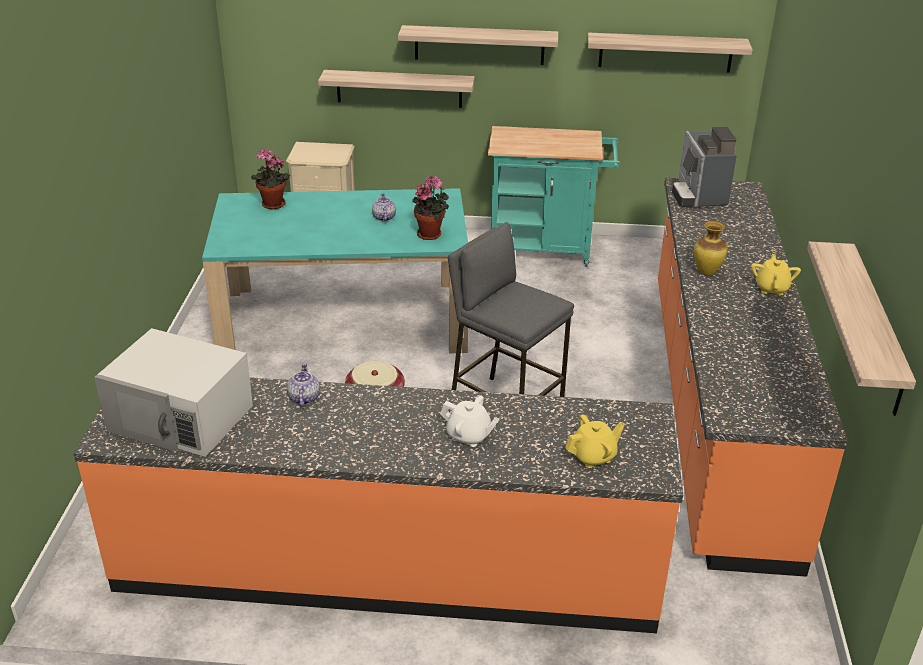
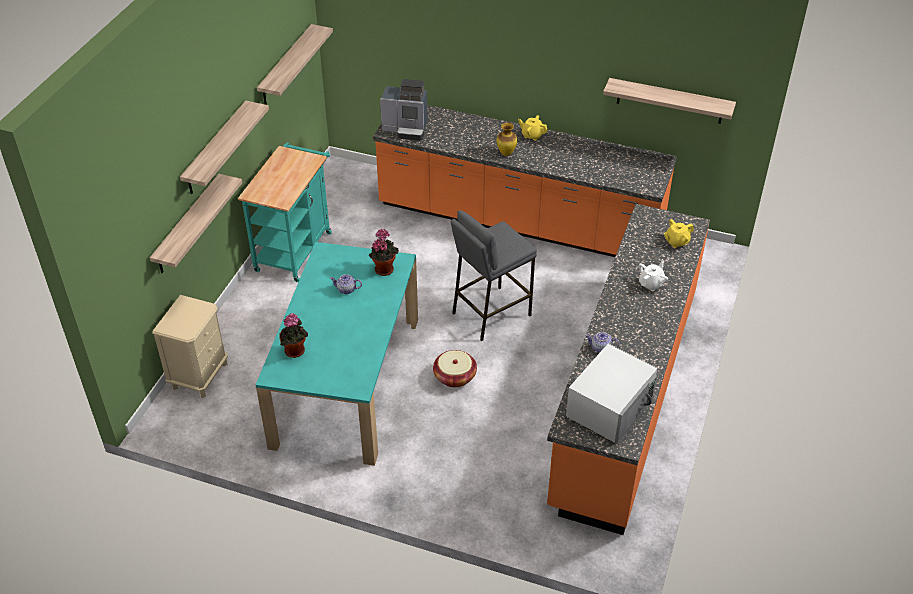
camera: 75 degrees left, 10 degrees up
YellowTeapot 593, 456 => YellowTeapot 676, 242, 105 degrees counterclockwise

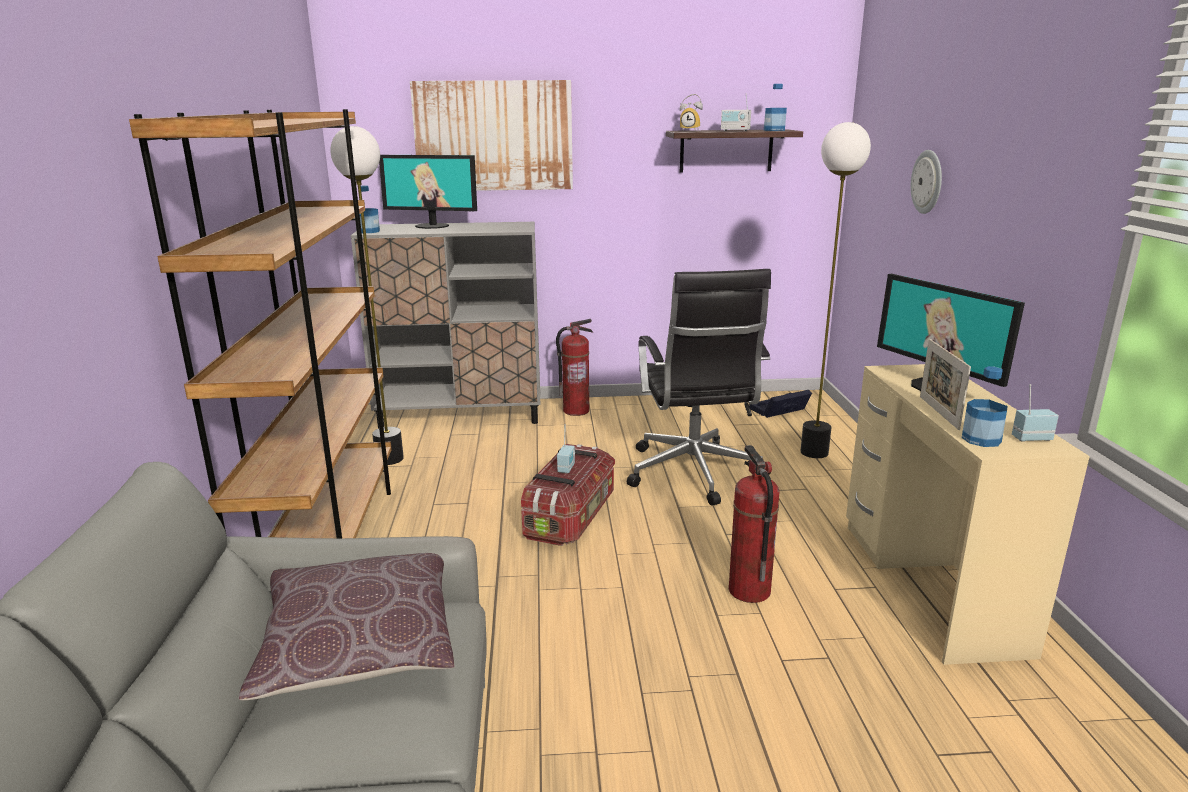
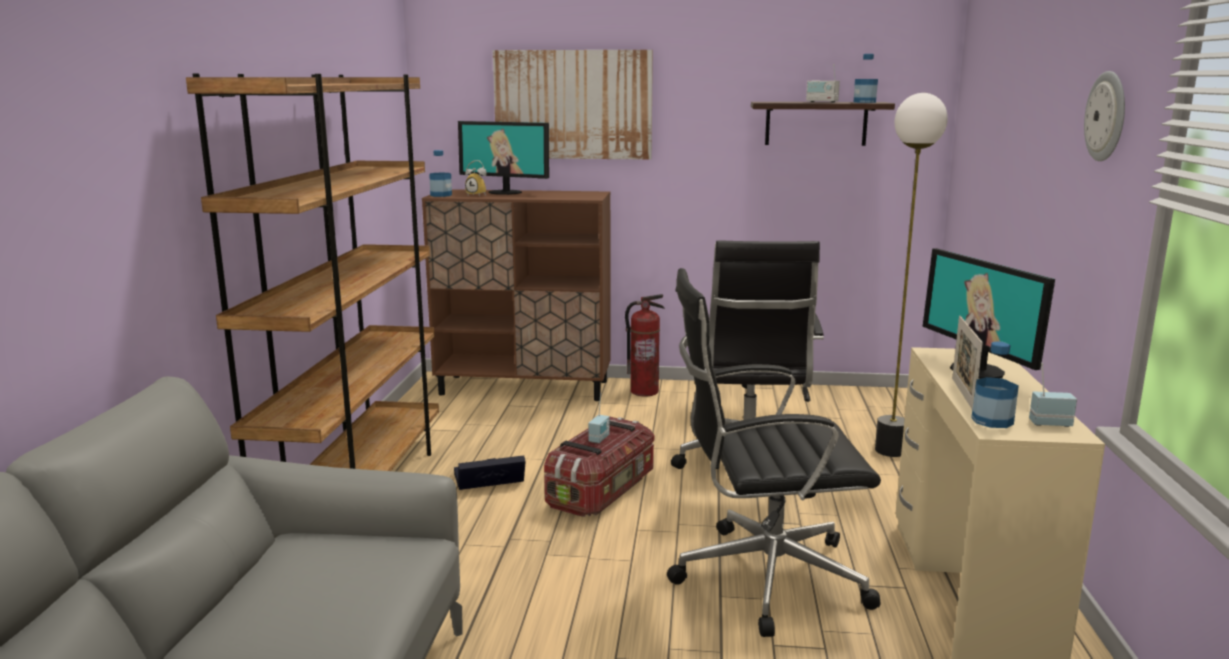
camera: 10 degrees right, 5 degrees down
BrownPillow 359, 644 => nothing
FloorLamp 389, 458 => nothing
GreyCabinet 461, 415 => BrownCabinet 525, 388
AlarmClock 690, 130 => AlarmClock 478, 195, move
FireExtinguisher 749, 591 => BlackOfficeChair 764, 577
BlackStorageBox 778, 411 => BlackStorageBox 487, 481, move
WallClock 928, 182 => WallClock 1107, 116, move

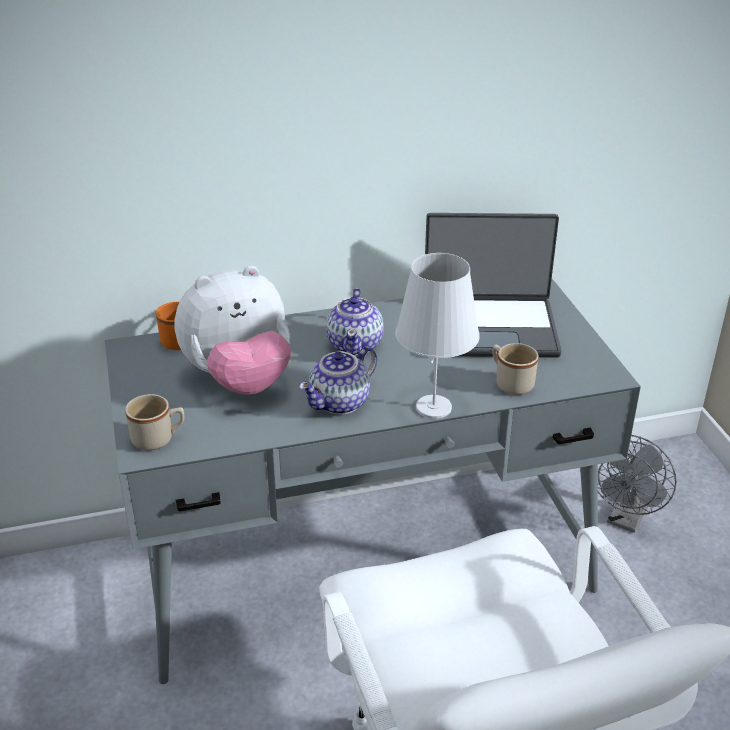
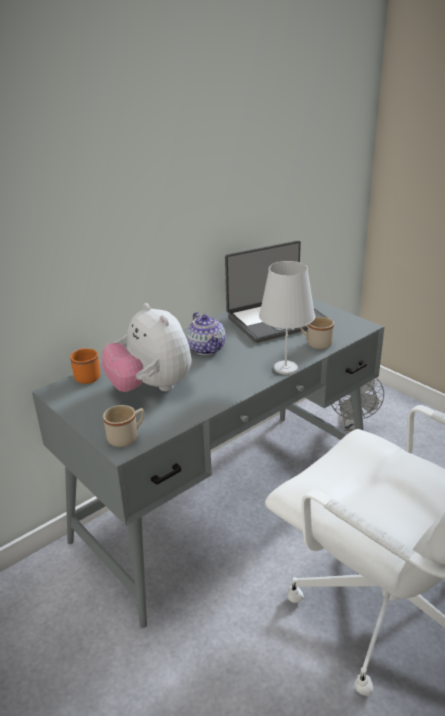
camera: 25 degrees left, 5 degrees down
PlushToy 240, 380 => PlushToy 151, 388, 105 degrees clockwise
Teapot 340, 403 => nothing

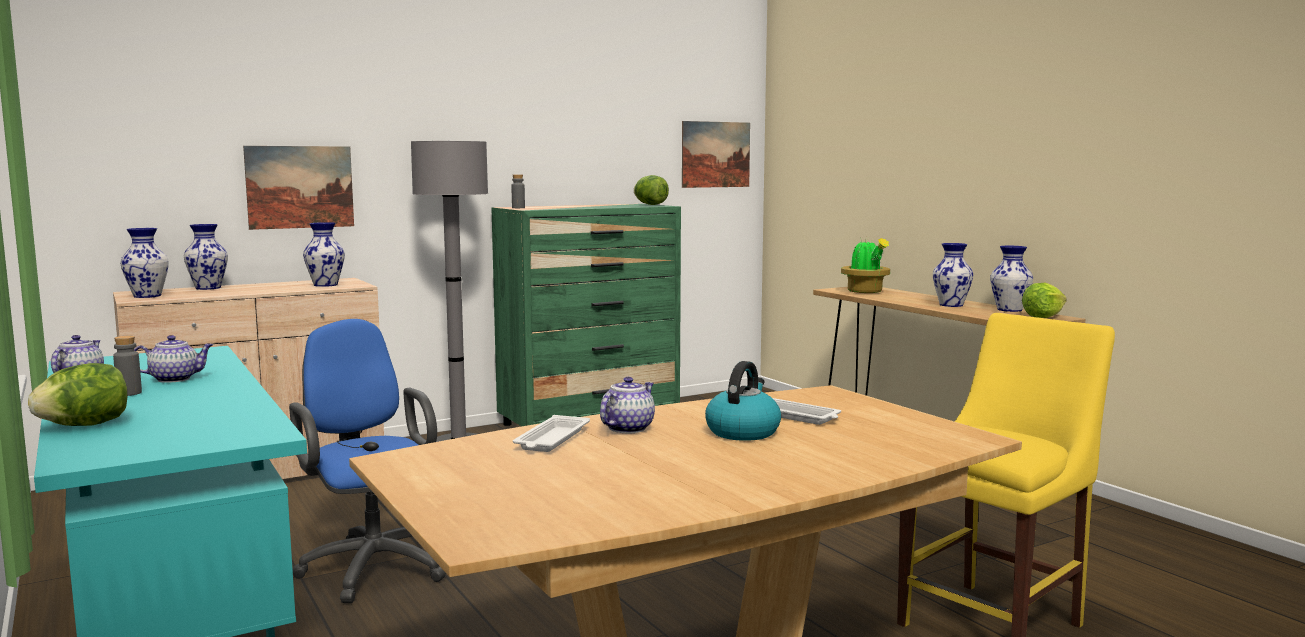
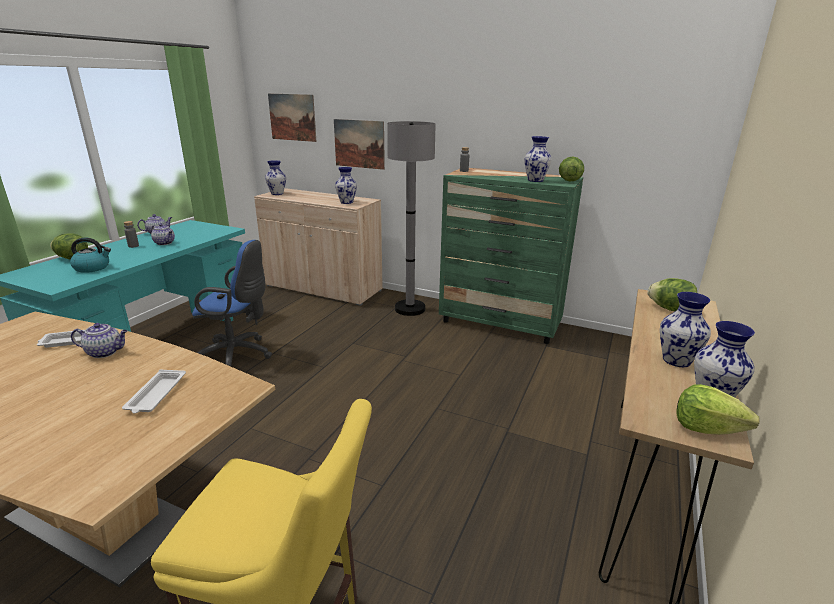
camera: 55 degrees right, 15 degrees up
Vase 209, 288 => Vase 535, 180, move
BlueOfficeChair 372, 565 => BlueOfficeChair 238, 355, 75 degrees clockwise
Picture 715, 154 => Picture 292, 117, move
Kettle 743, 431 => Kettle 93, 268, move
PottedPlant 866, 292 => Lettuce 670, 309

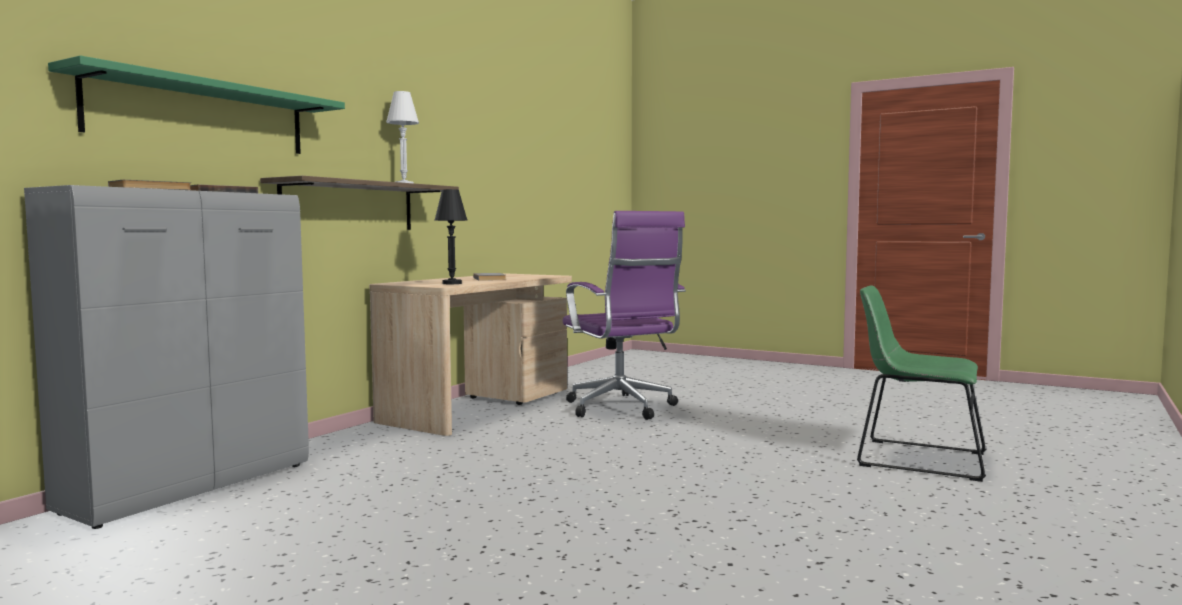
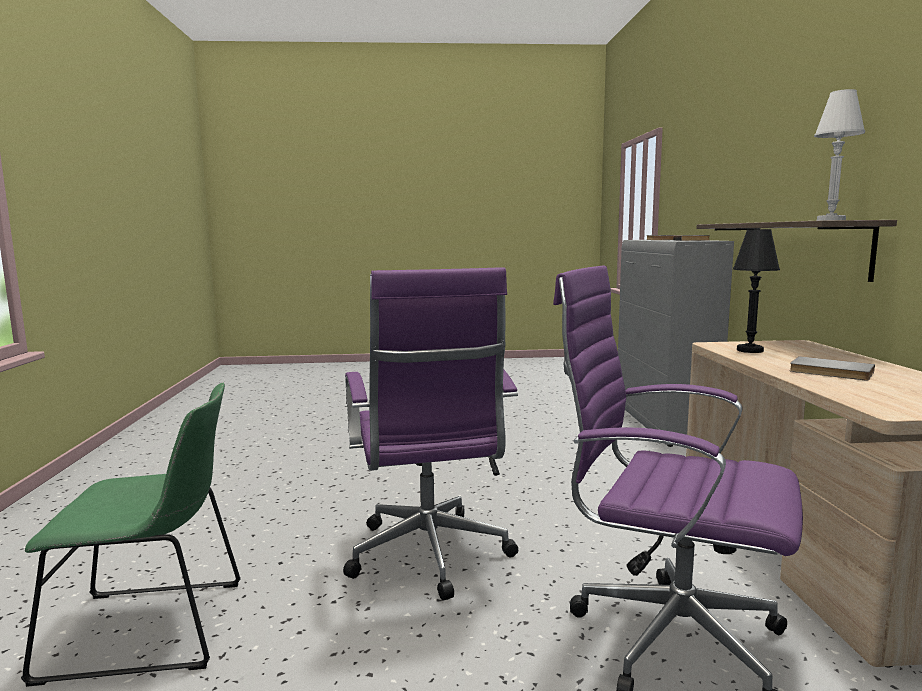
camera: 145 degrees right, 5 degrees up
GreenShelf 201, 116 => nothing
nothing => PurpleOfficeChair 430, 558

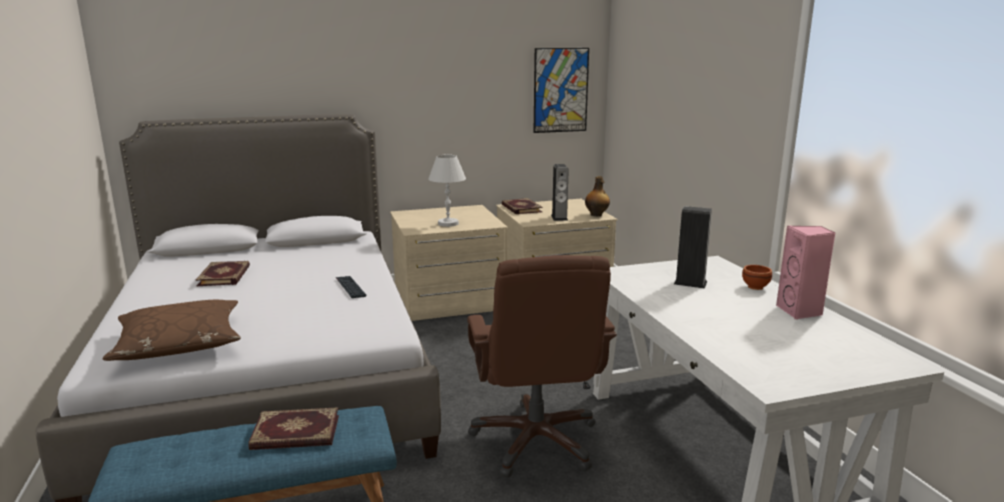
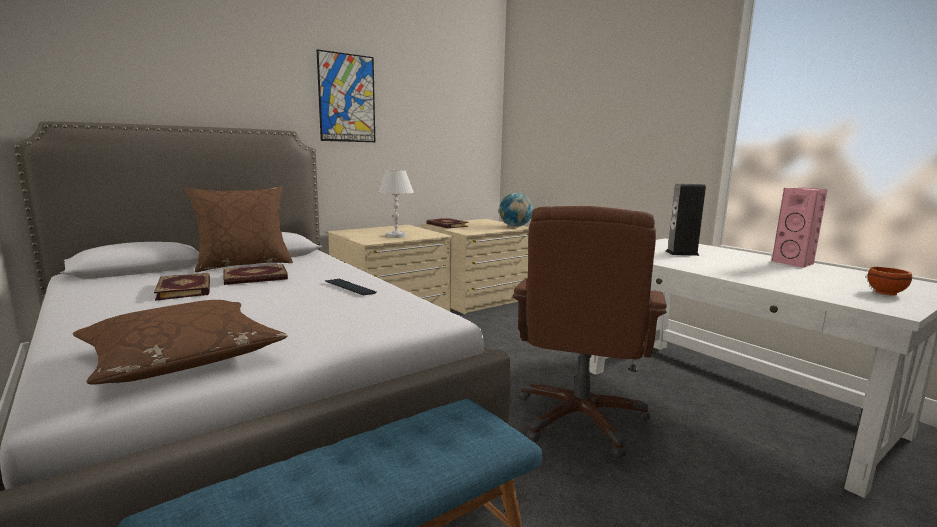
camera: 20 degrees left, 5 degrees down
Book 295, 433 => Book 255, 278, move
BrownOfficeChair 536, 441 => BrownOfficeChair 580, 419, 45 degrees clockwise
Picture 560, 90 => Picture 347, 98, move
Speaker 559, 217 => nothing
Bottle 596, 215 => Globe 515, 226
BrownBowl 754, 287 => BrownBowl 884, 292, move
nothing => BrownPillow 244, 264

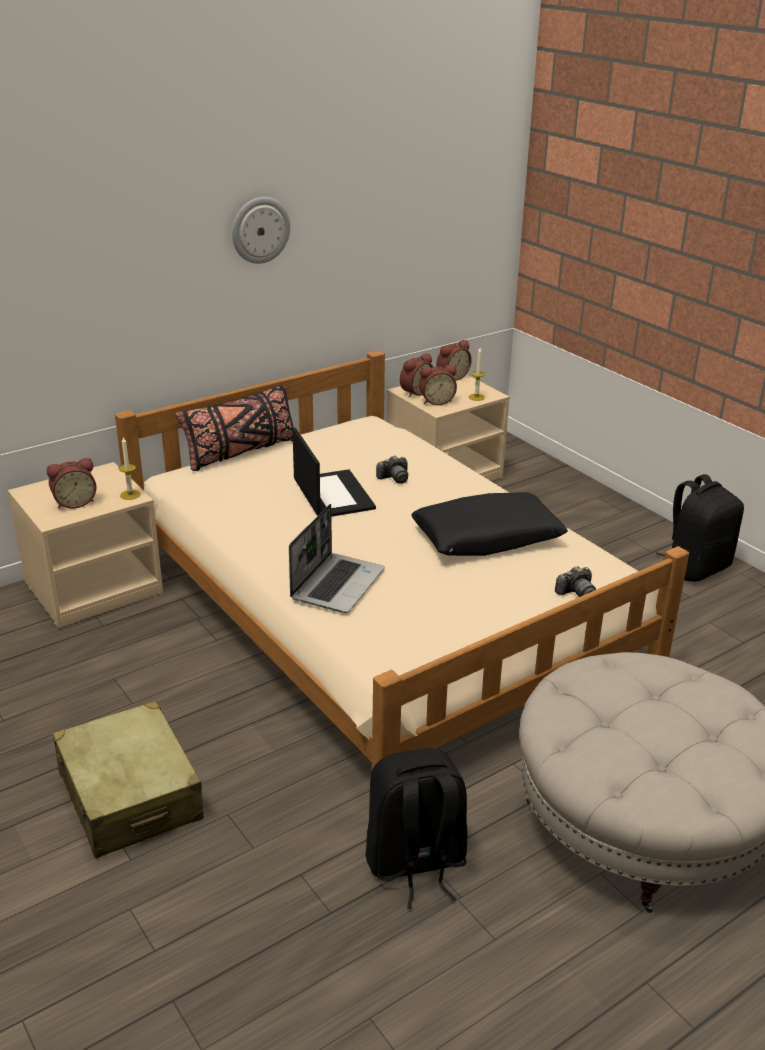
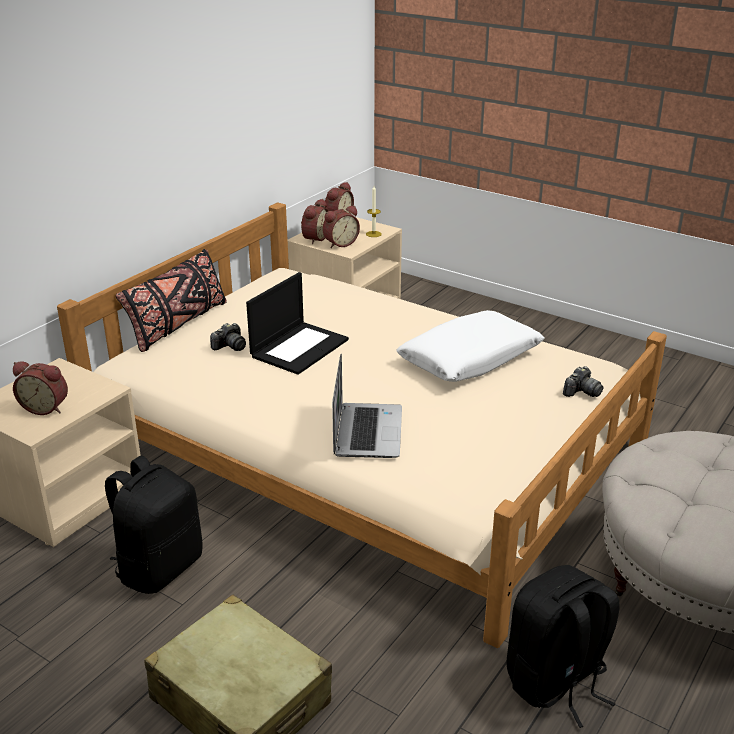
camera: 20 degrees left, 0 degrees up
AlarmClock 74, 502 => AlarmClock 46, 407, 60 degrees clockwise
Candle 130, 495 => nothing
WallClock 260, 230 => nothing
Laptop 332, 494 => Laptop 299, 347, 75 degrees clockwise
PhotoCamera 394, 478 => PhotoCamera 230, 346, move
BlackPillow 487, 538 => WhitePillow 470, 359
BlackBackpack 695, 567 => BlackBackpack 159, 567, move

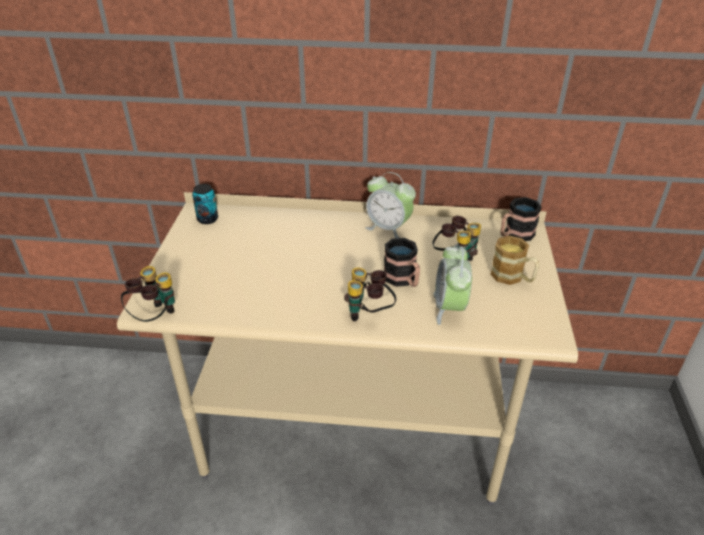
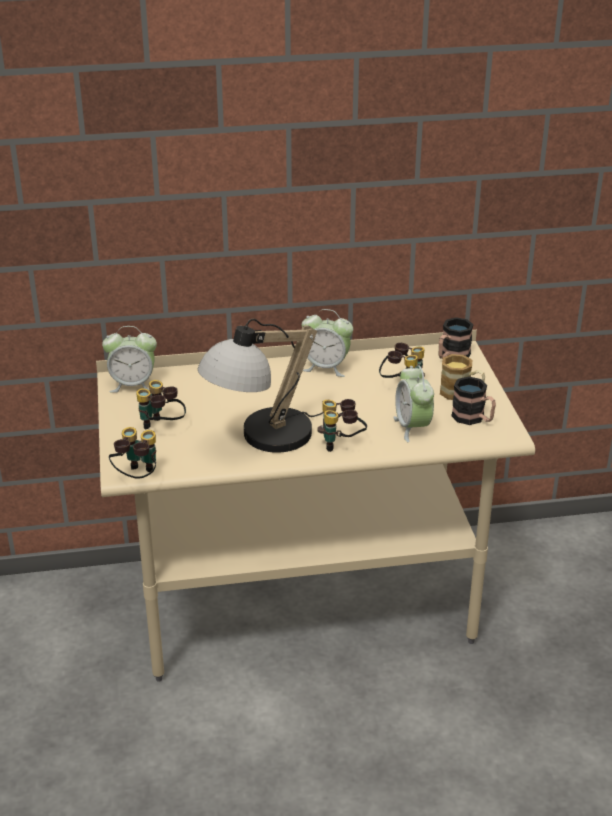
camera: 15 degrees left, 5 degrees down
Can 207, 219 => AlarmClock 133, 385
Mug 403, 280 => Mug 473, 418, move
nothing => Binoculars 161, 428
nothing => TableLamp 261, 440

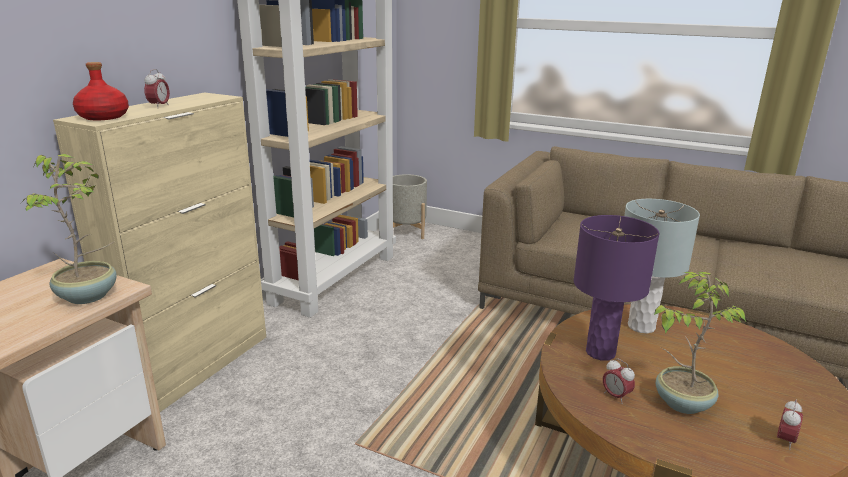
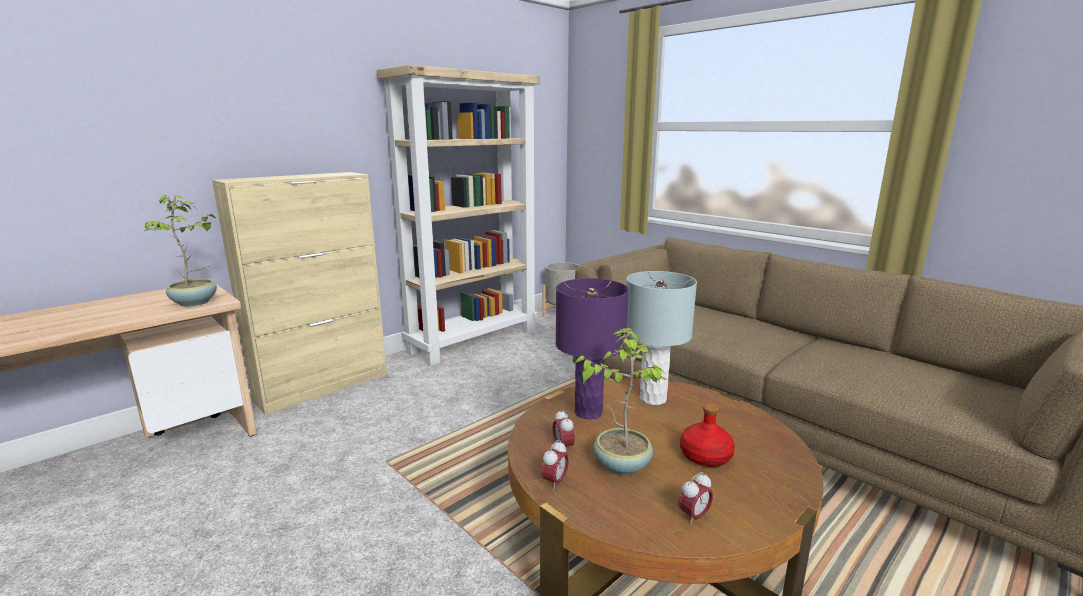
camera: 20 degrees right, 5 degrees down
RedBottle 103, 117 => RedBottle 705, 456, move
AlarmClock 159, 106 => AlarmClock 554, 482, move

